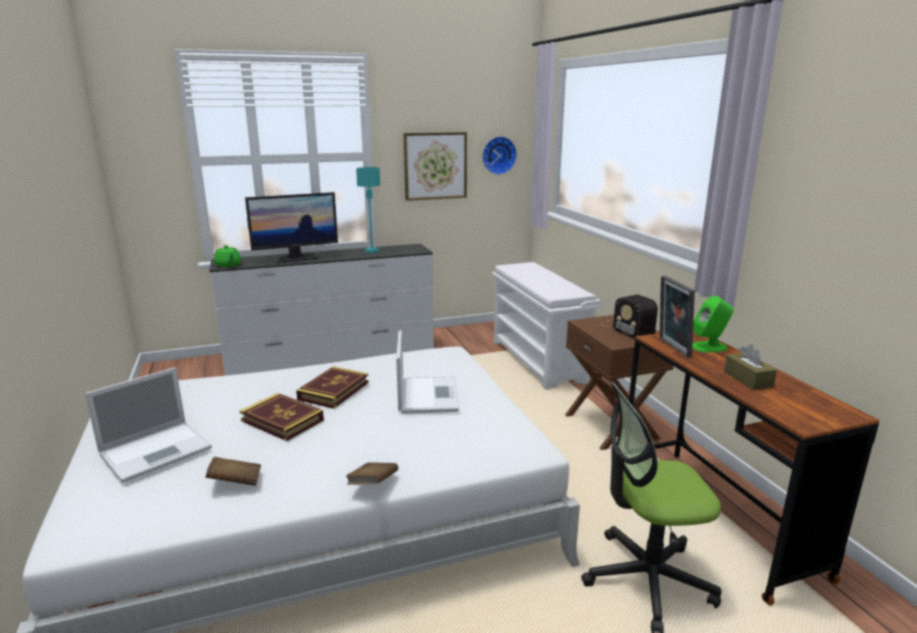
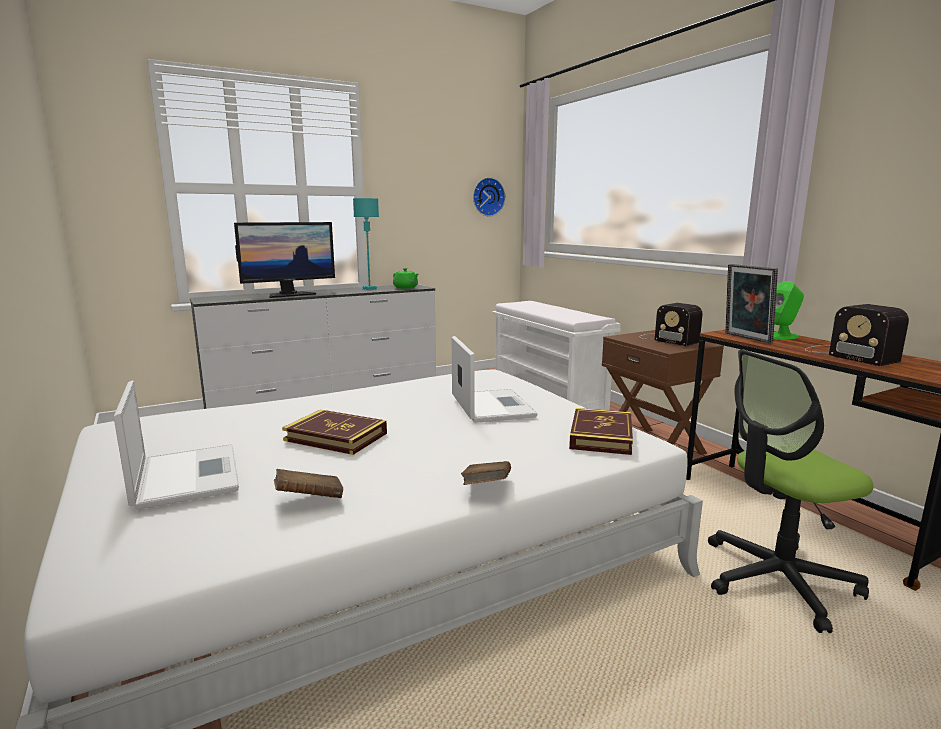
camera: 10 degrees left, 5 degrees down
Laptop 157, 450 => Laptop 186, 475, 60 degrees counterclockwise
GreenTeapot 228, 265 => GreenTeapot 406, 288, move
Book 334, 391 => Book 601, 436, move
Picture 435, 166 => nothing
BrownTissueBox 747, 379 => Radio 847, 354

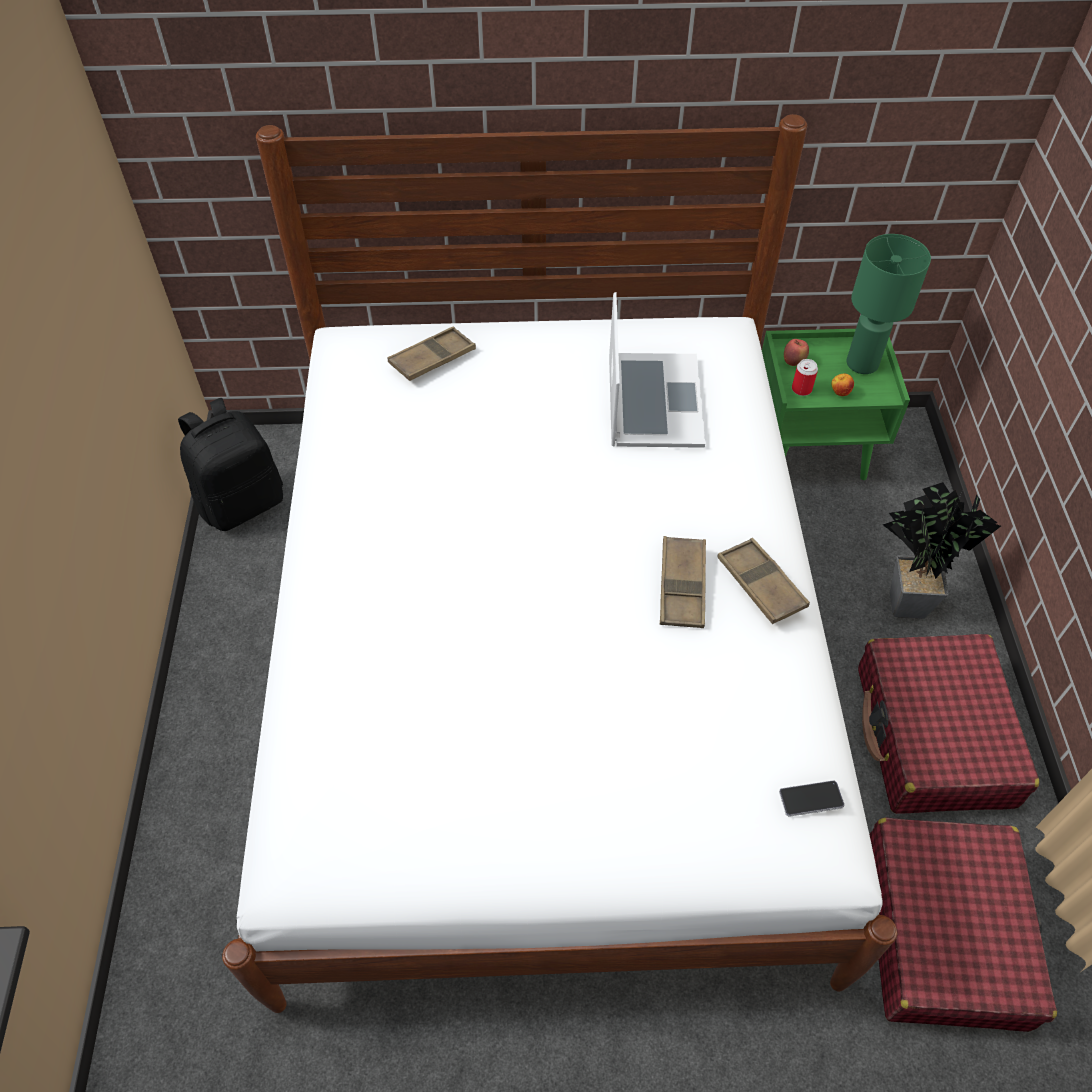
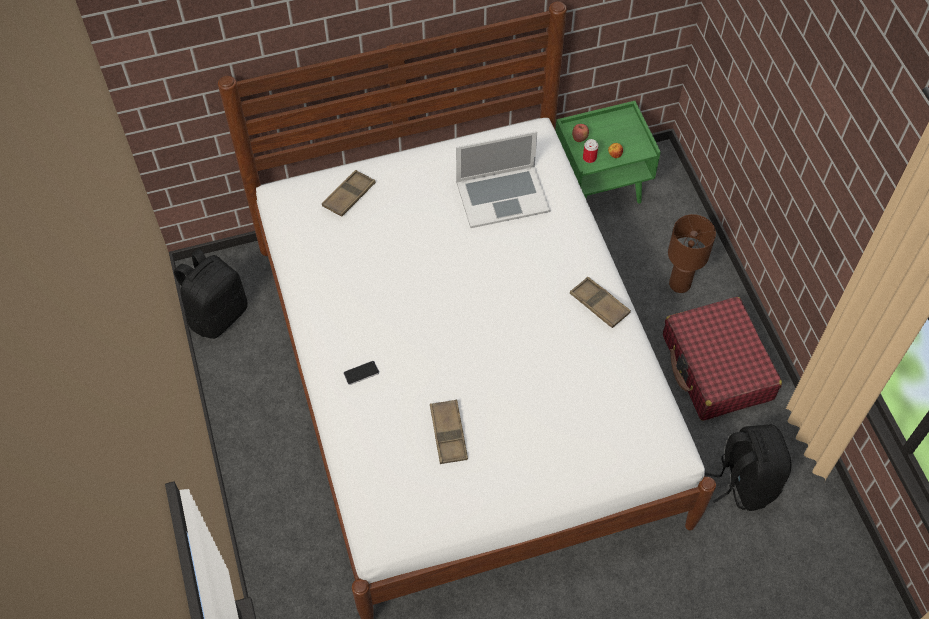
camera: 15 degrees left, 5 degrees up
Laptop 653, 400 => Laptop 502, 196, 90 degrees clockwise
BrownTray 682, 586 => BrownTray 448, 434, move
Phone 811, 799 => Phone 361, 373, move
GreenTableLamp 861, 363 => nothing
RedSuitcase 944, 931 => BlackBackpack 743, 482
PottedPlant 900, 601 => BrownTableLamp 680, 283

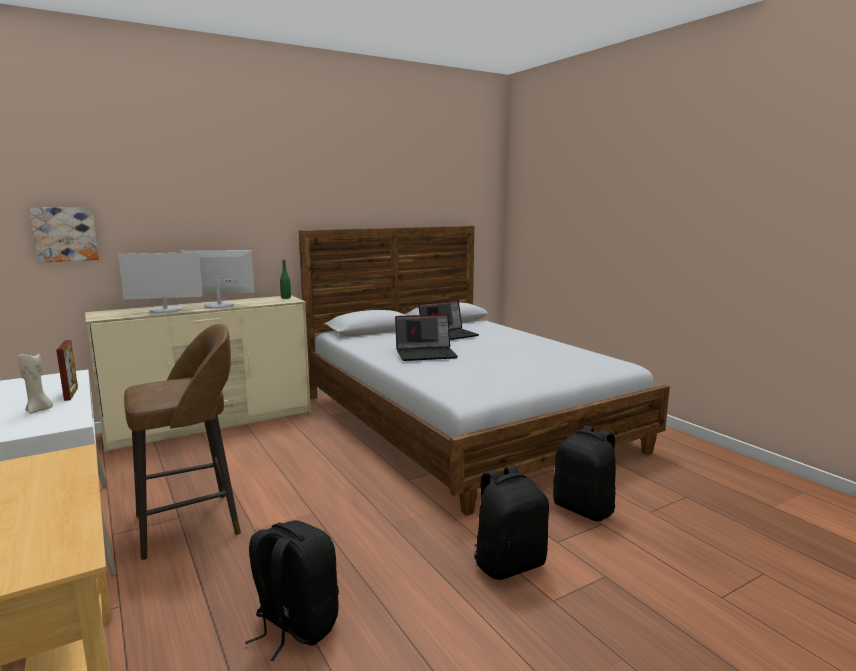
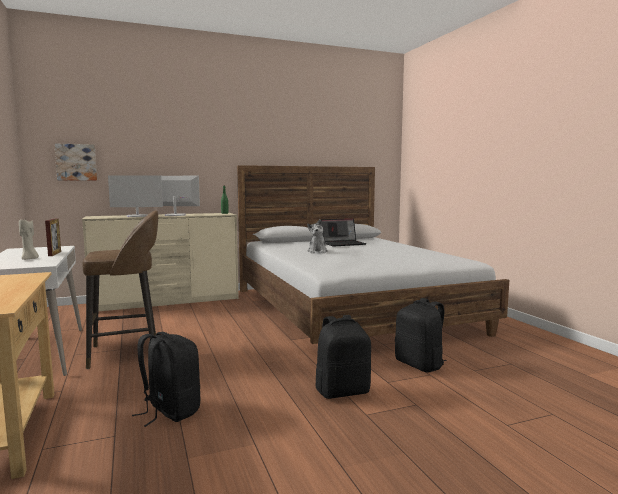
camera: 10 degrees right, 5 degrees down
Laptop 426, 354 => PlushToy 317, 251

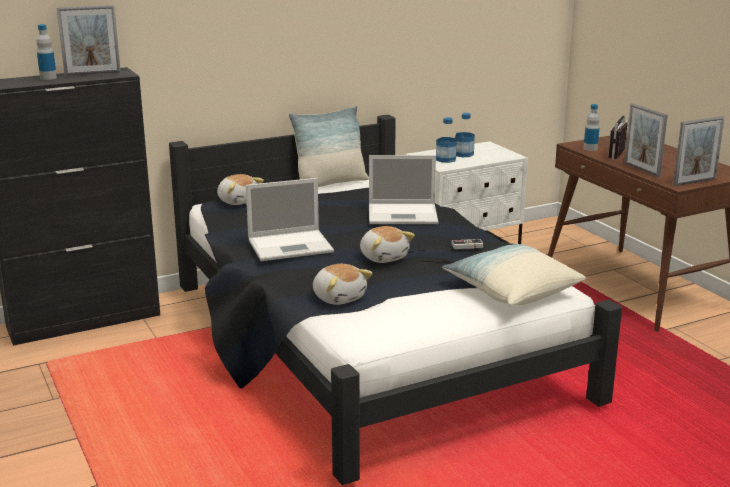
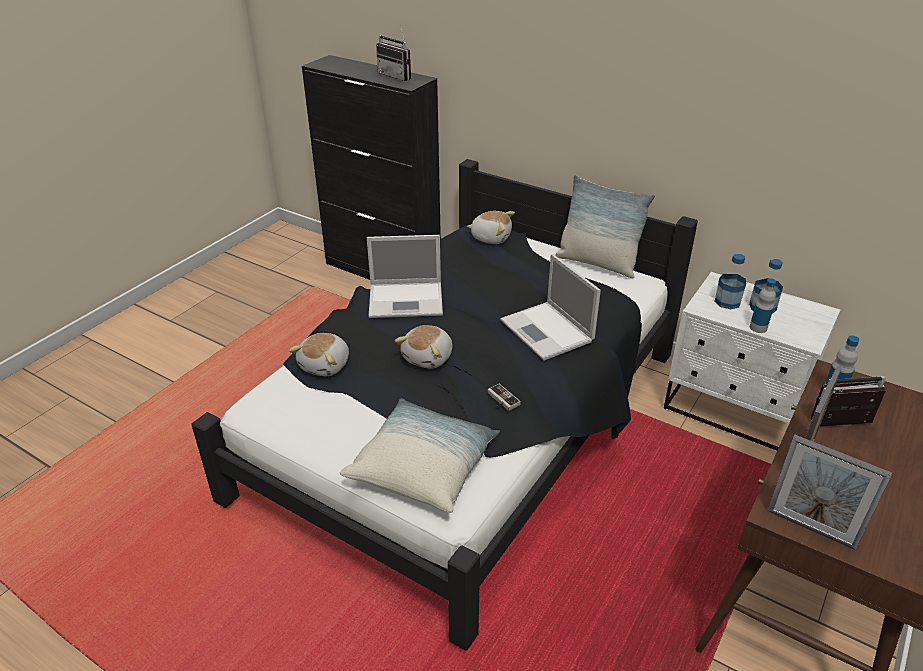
camera: 60 degrees right, 15 degrees up
Bottle 48, 78 => Bottle 758, 328, move
PictureFrame 92, 73 => Radio 398, 76
PlushToy 238, 201 => PlushToy 491, 237, 90 degrees counterclockwise
Laptop 292, 245 => Laptop 407, 300, 45 degrees counterclockwise

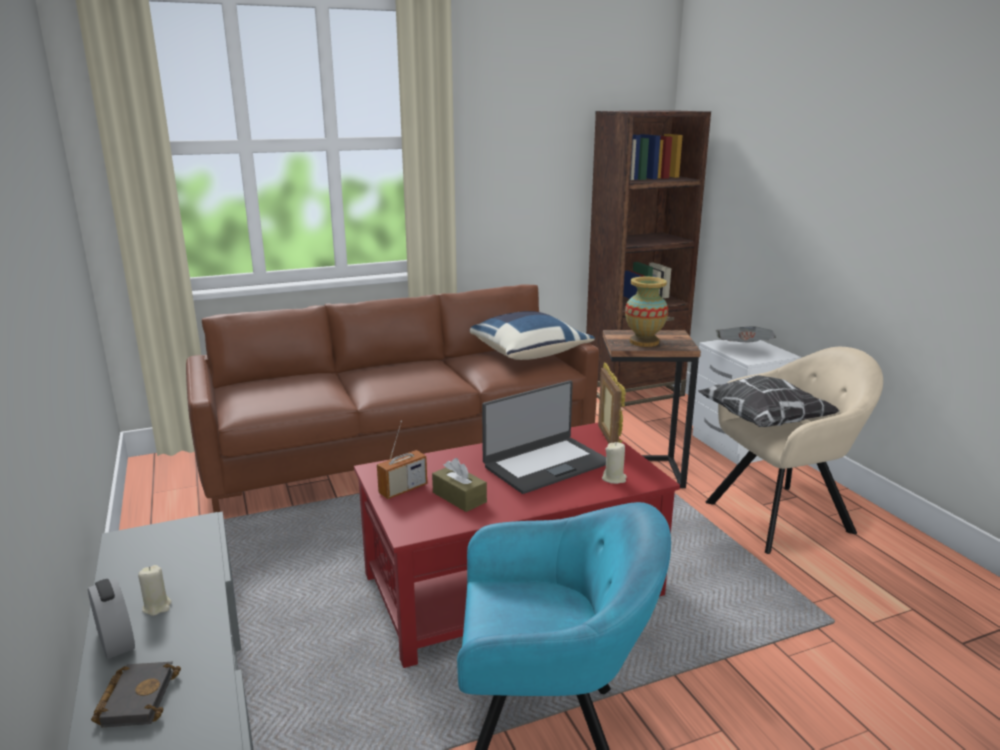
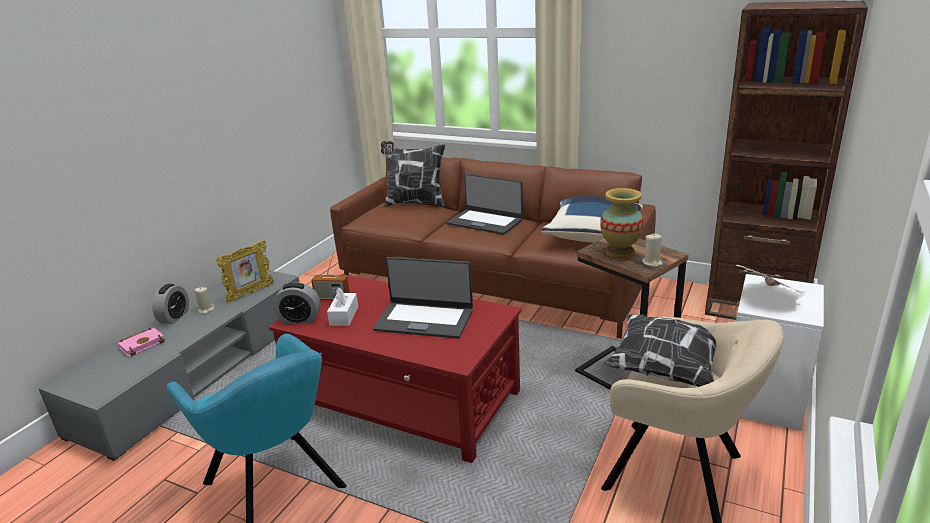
camera: 50 degrees right, 5 degrees up
BlackBook 136, 698 => PinkBook 143, 344
BrownTissueBox 459, 497 => WhiteTissueBox 344, 316
PictureFrame 608, 443 => PictureFrame 250, 293, move
BeigeCandle 614, 478 => BeigeCandle 652, 263, move
nothing => AlarmClock 299, 320
nothing => Pillow 415, 203
nothing => Laptop 485, 222

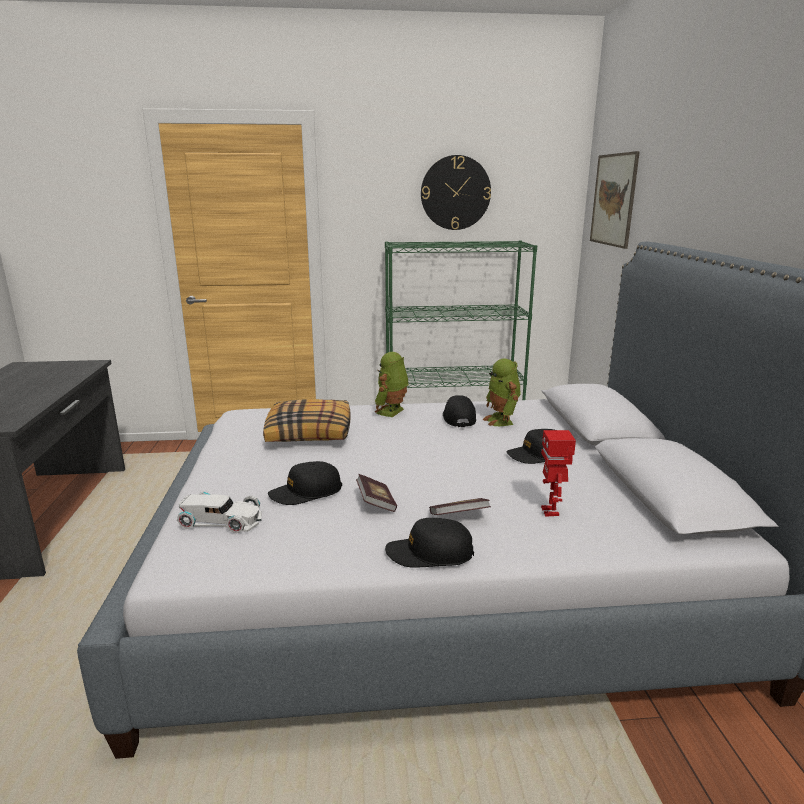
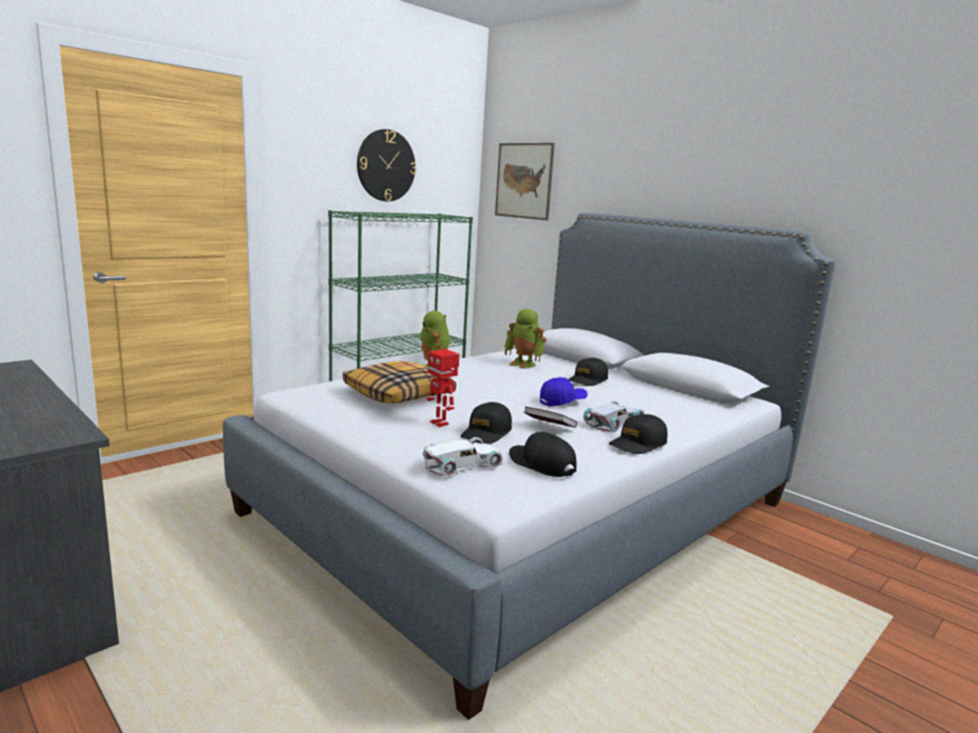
camera: 40 degrees left, 5 degrees down
Book 459, 517 => WhiteToyCar 614, 422
BlackCap 458, 418 => BlackCap 541, 464, move
ToyRobot 551, 511 => ToyRobot 440, 423, move
nothing => BlueCap 562, 402

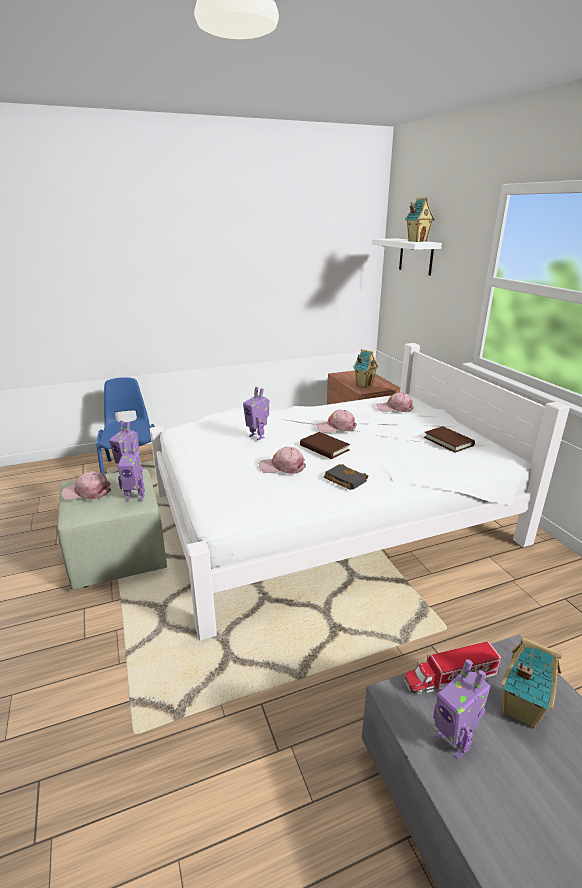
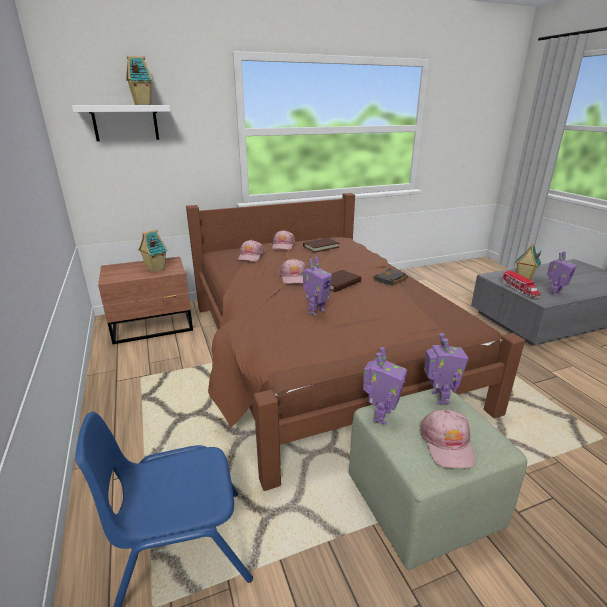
camera: 90 degrees left, 0 degrees up
WhiteBed 327, 515 => BrownBed 319, 352
PinkCap 282, 467 => PinkCap 283, 245, move

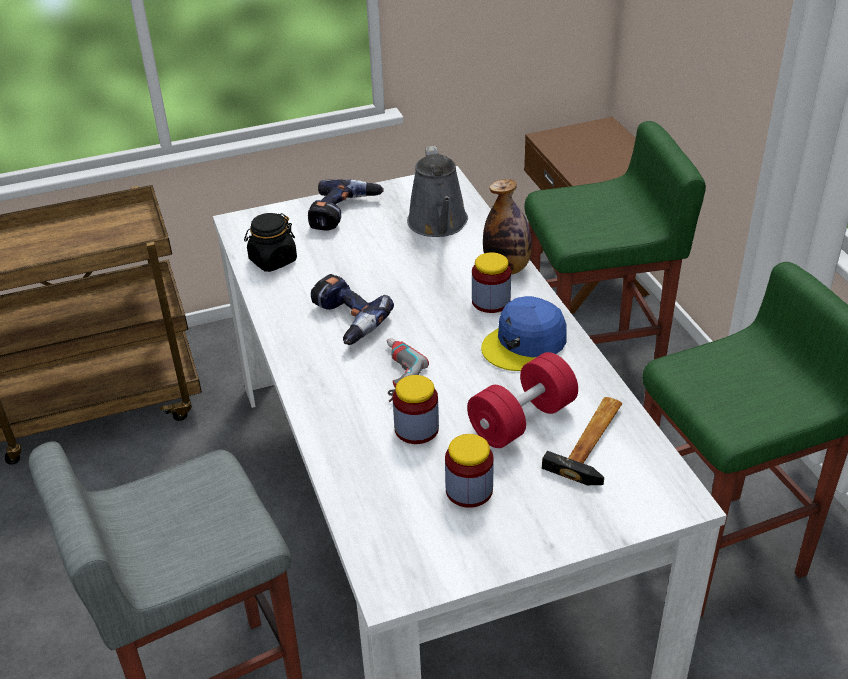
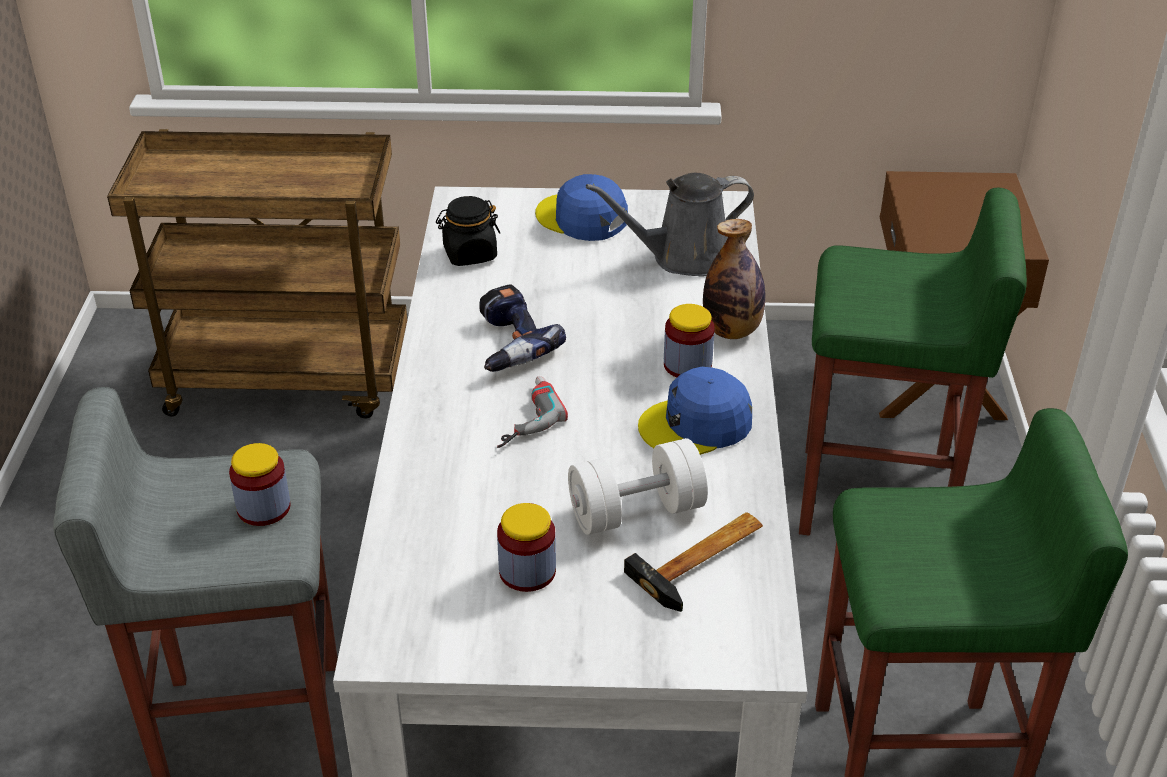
camera: 20 degrees right, 0 degrees up
PowerDrill 344, 213 => BlueCap 582, 218
Jar 416, 429 => Jar 264, 508, move
GreyWateringCan 438, 224 => GreyWateringCan 683, 257, 60 degrees clockwise
RedDumbbell 522, 420 => WhiteDumbbell 636, 511

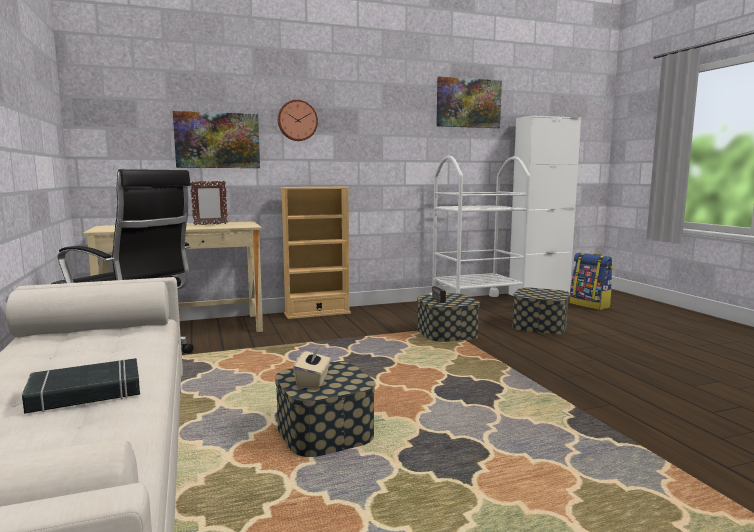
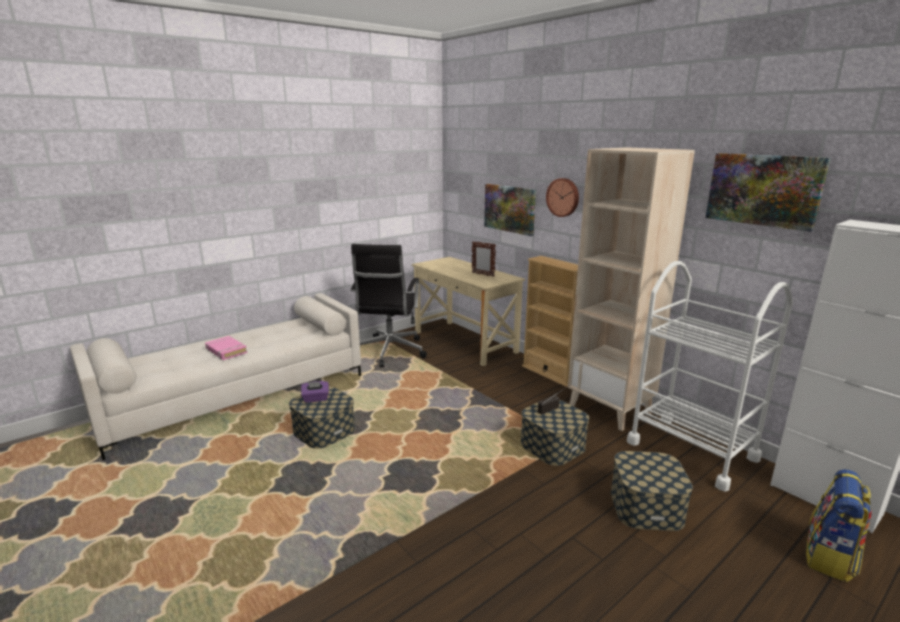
camera: 70 degrees right, 10 degrees up
BlackBook 85, 393 => PinkBook 226, 351
BeigeTissueBox 313, 381 => PurpleTissueBox 316, 399
nothing => BeigeBookcase 610, 409

